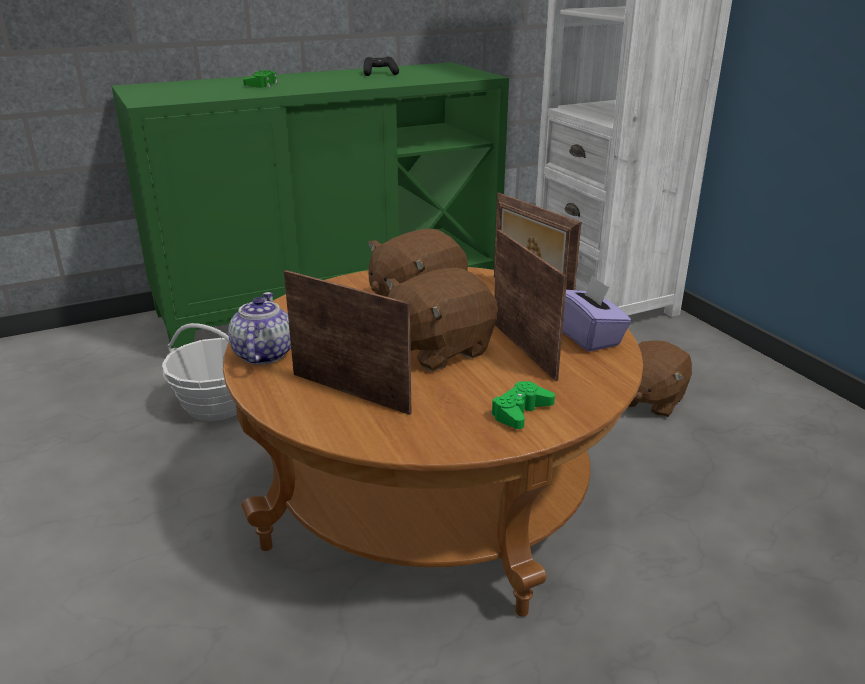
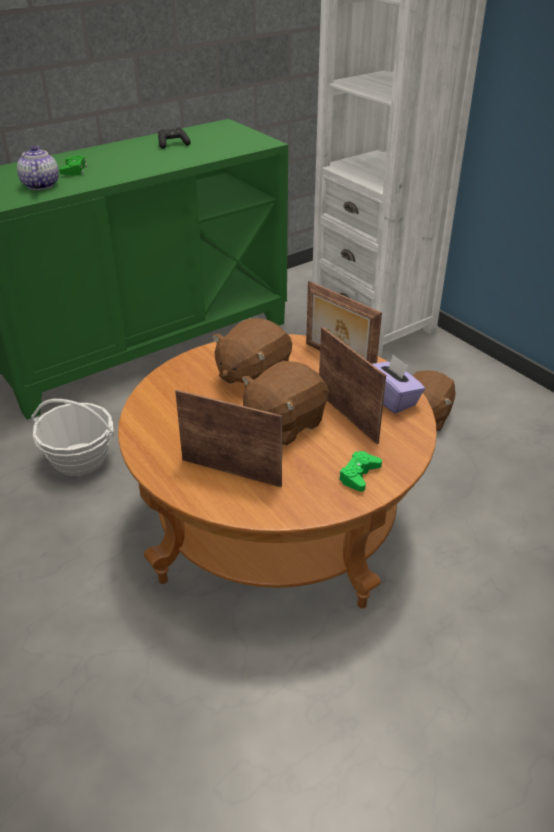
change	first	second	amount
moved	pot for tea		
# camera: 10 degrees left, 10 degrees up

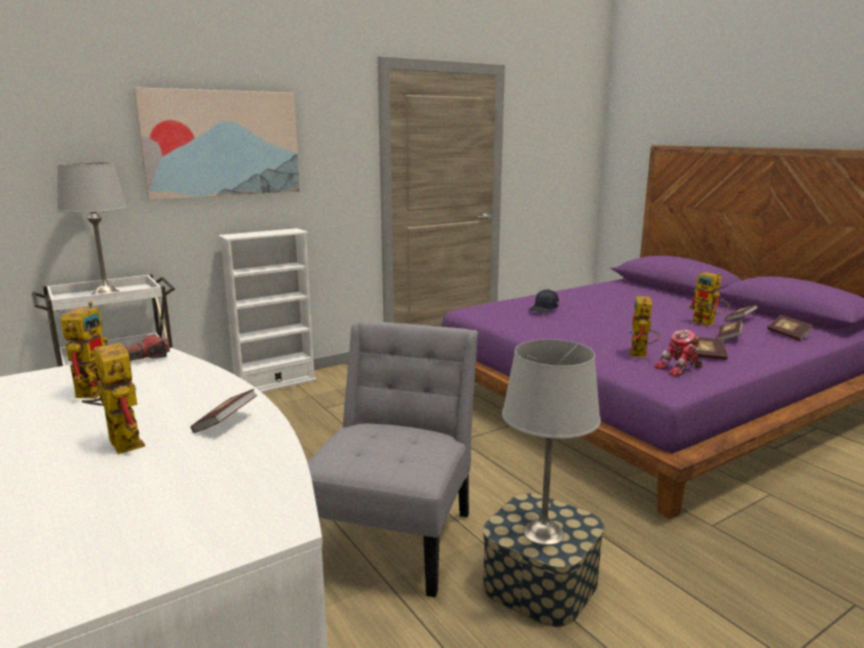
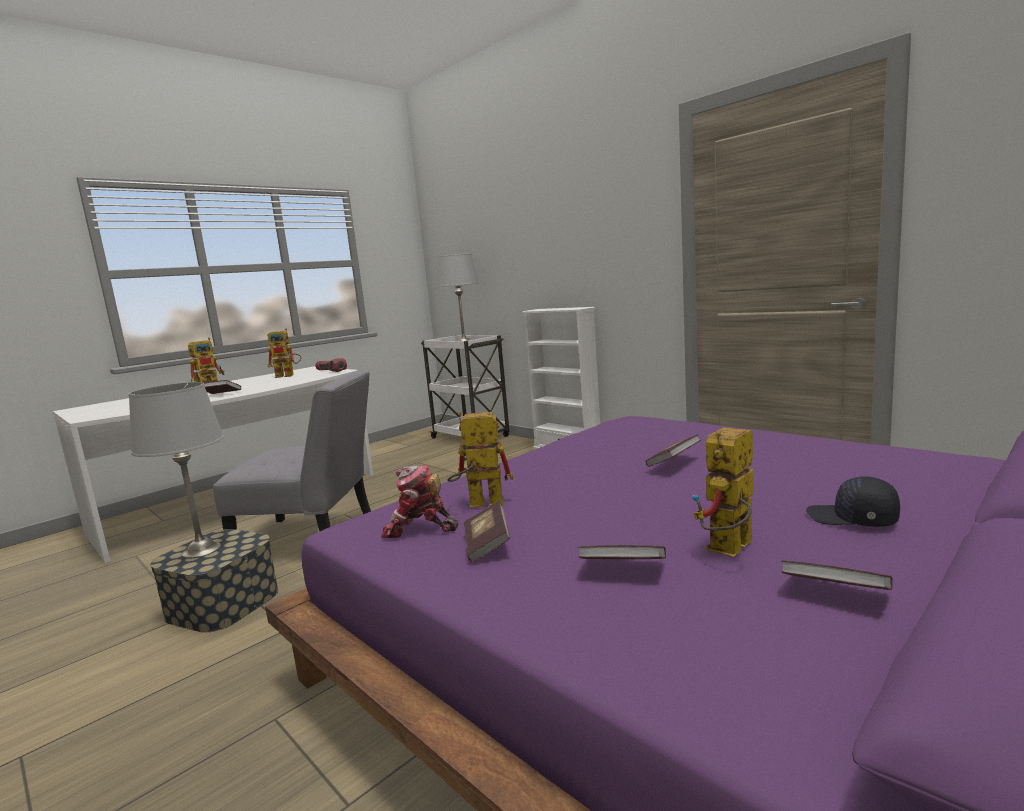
change	first	second	amount
removed	wall art		
moved	peaked cap (black-coloured)		
moved	bound book (5th from left in the first image)	bound book (4th from left)	
turned	robot figure (4th from left in the first image)	robot figure (3rd from left)	45 degrees counterclockwise
# camera: 80 degrees right, 5 degrees down

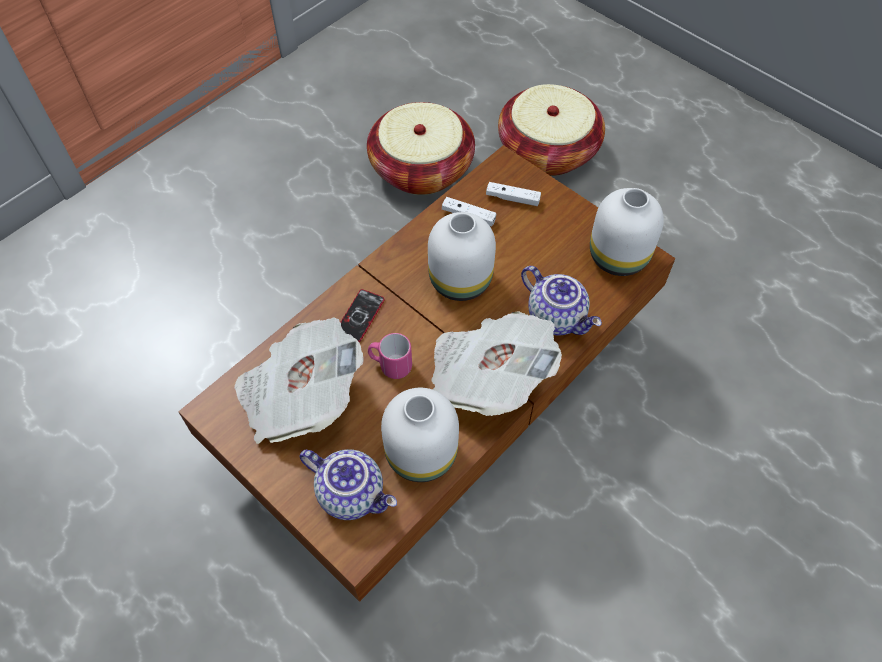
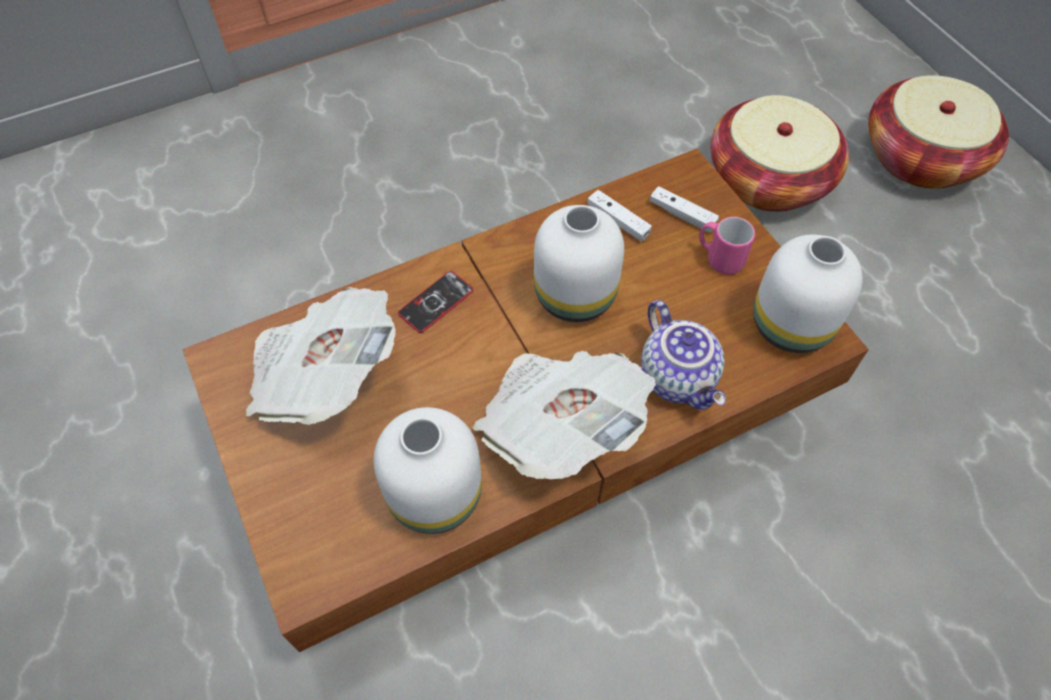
change	first	second	amount
removed	pot for tea (1st from left)		
moved	basket (1st from left in the first image)	basket (2nd from left)	
moved	mug (pink)		
# camera: 20 degrees right, 0 degrees up

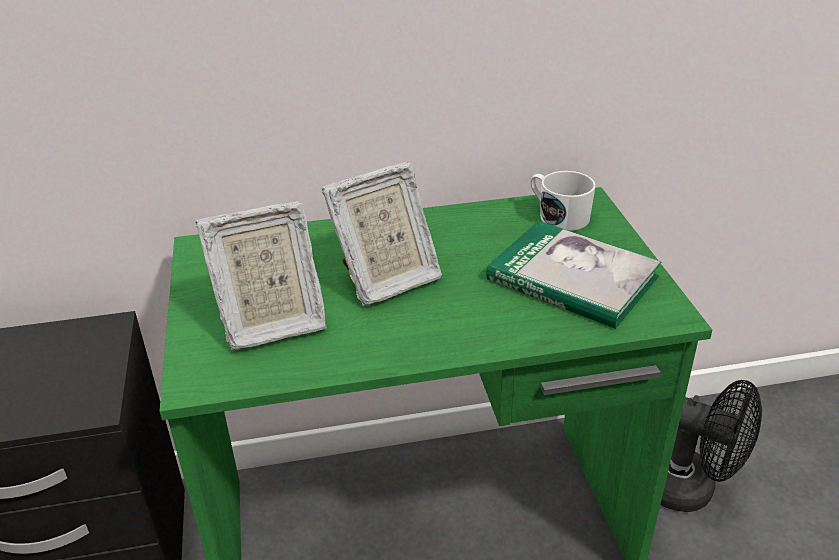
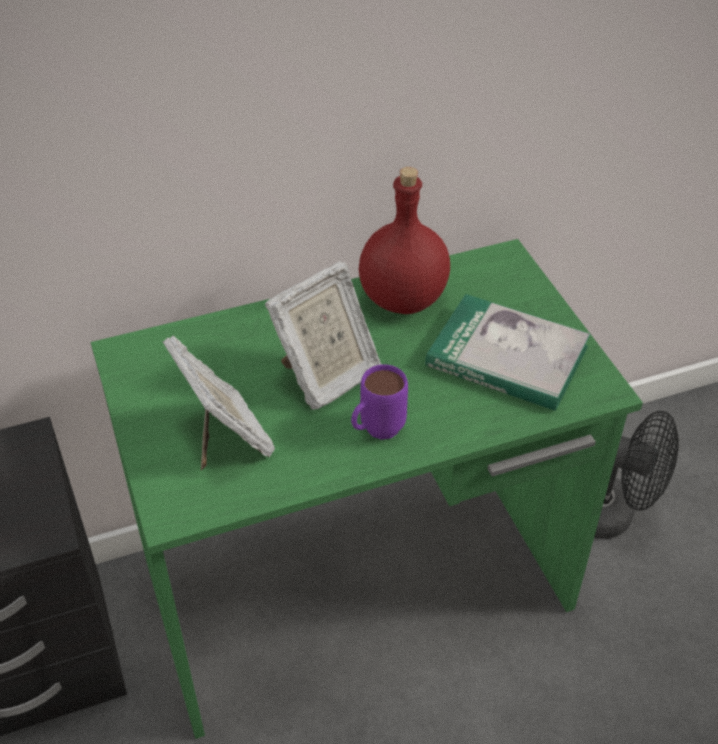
change	first	second	amount
removed	mug (whitish)		
added		mug (purple-coloured)	
added		beverage bottle (reddish)	
turned	standing frame (1st from left)		90 degrees counterclockwise
# camera: 10 degrees left, 10 degrees up

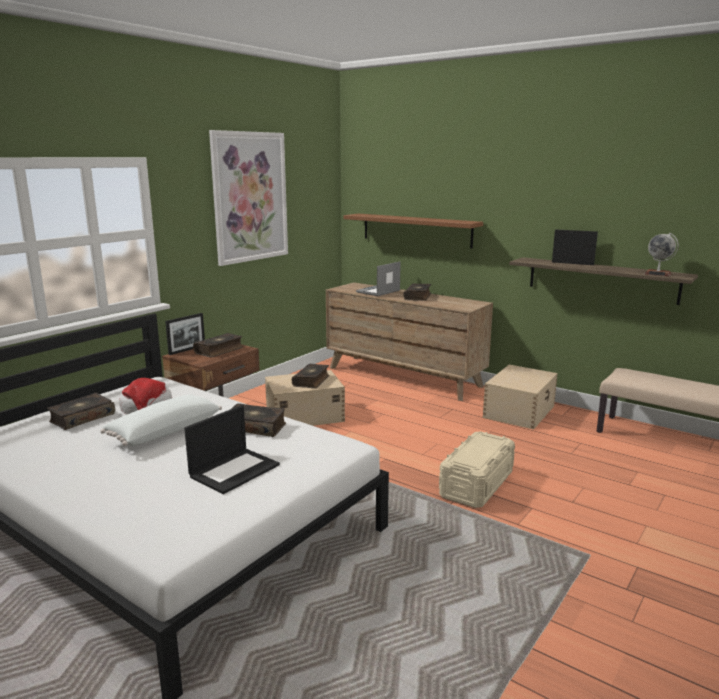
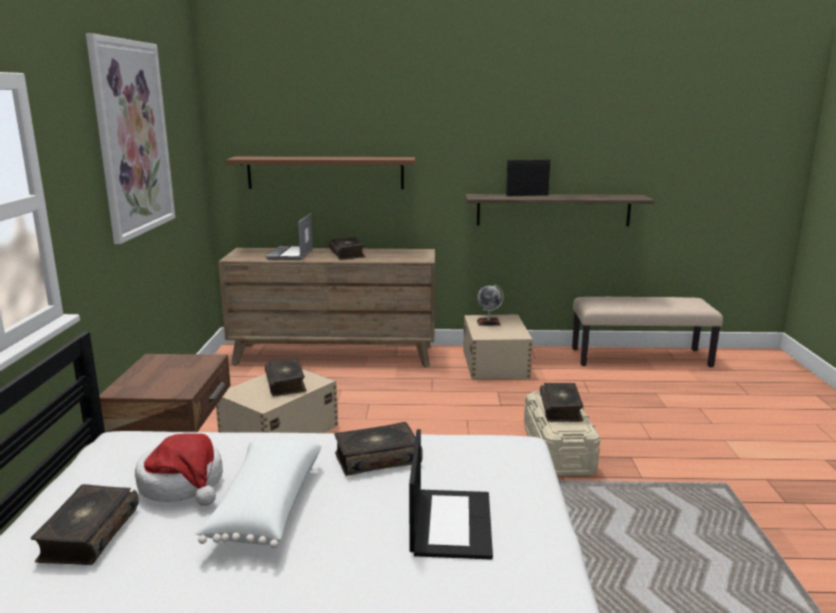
change	first	second	amount
removed	standing frame (1st from left)		
moved	bound book (2nd from left in the first image)	bound book (5th from left)	
moved	desk globe		
# camera: 35 degrees left, 0 degrees up

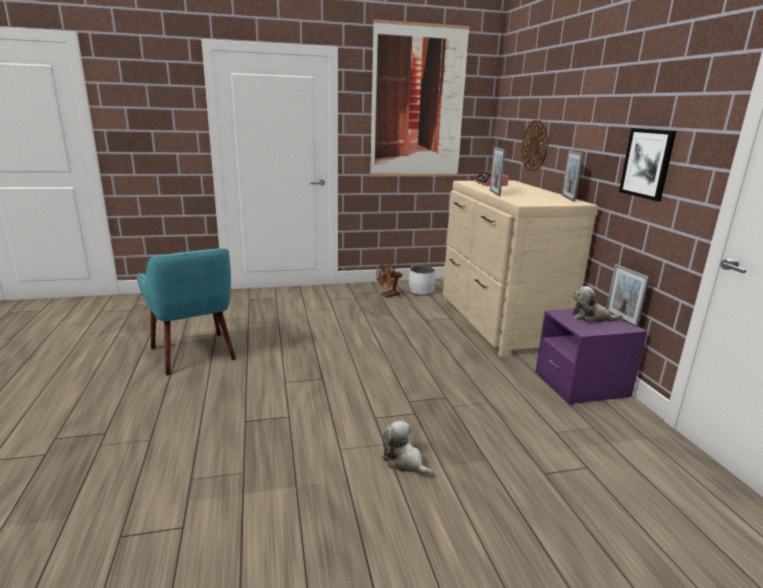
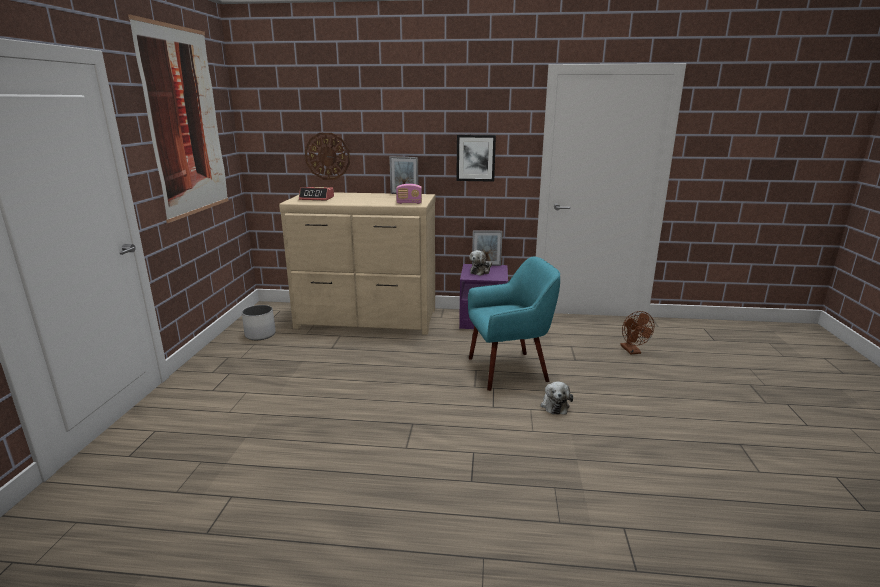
change	first	second	amount
removed	standing frame (1st from left)		
added		radio set	
moved	lounge chair (turquoise-coloured)		
moved	electric fan (brown)		
turned	cuddly toy (1st from left in the first image)	cuddly toy (2nd from left)	60 degrees counterclockwise
# camera: 70 degrees left, 0 degrees up

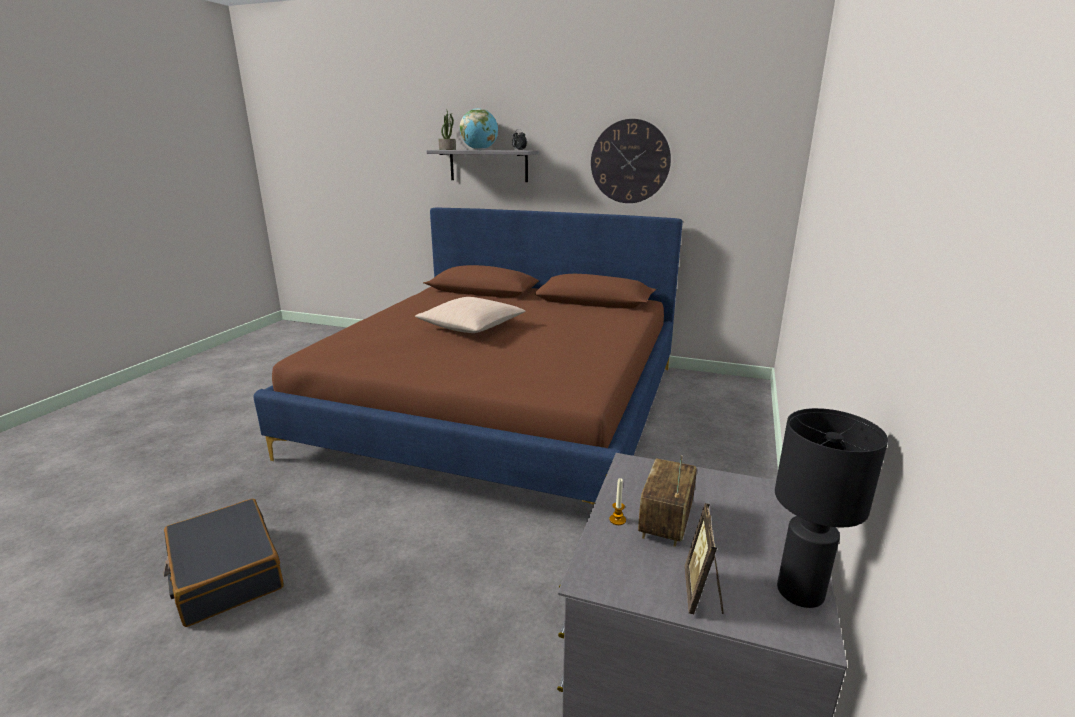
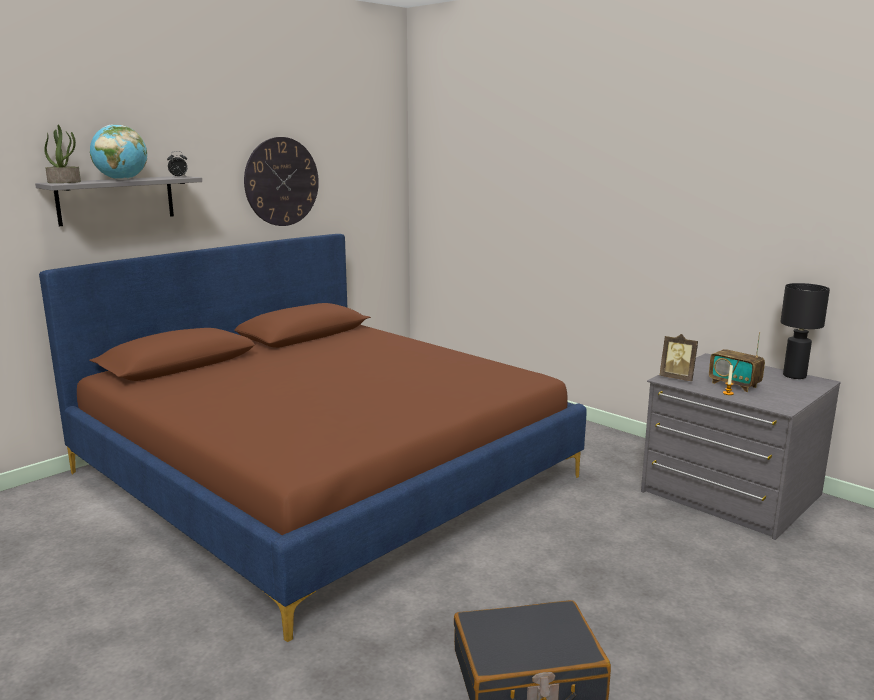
change	first	second	amount
removed	cushion (sand-coloured)		
moved	standing frame		
# camera: 65 degrees left, 5 degrees down

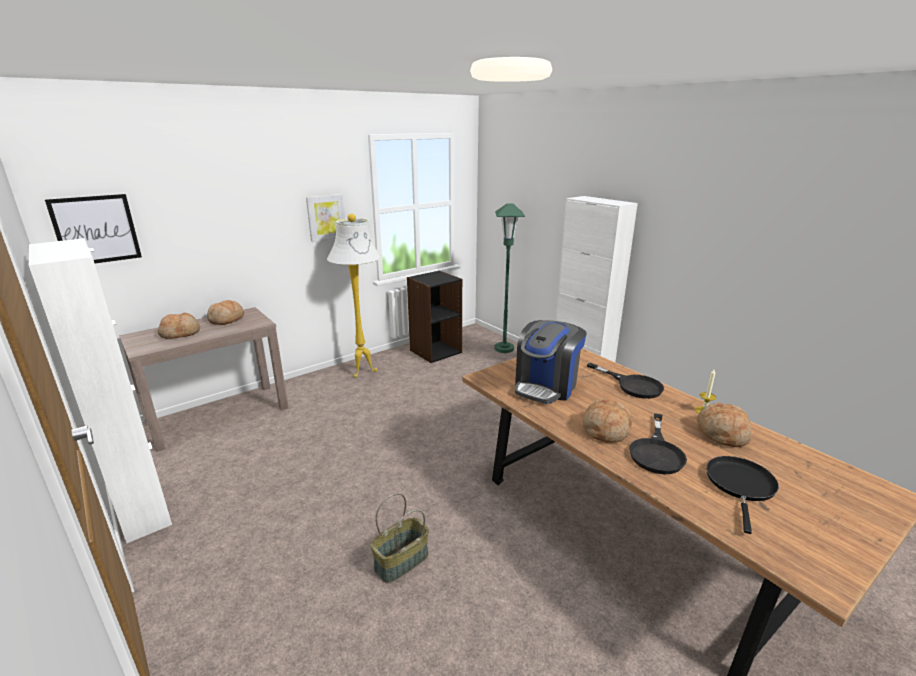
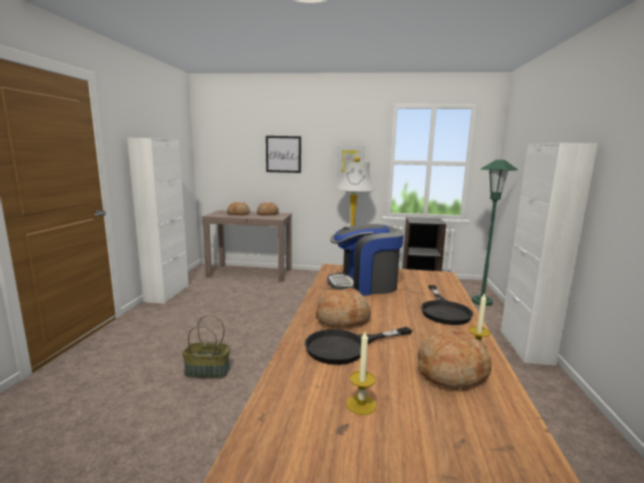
change	first	second	amount
moved	wall art (1st from left)		
replaced	frying pan (black-coloured) (3rd from left)	candle (1st from left)	
# camera: 45 degrees right, 10 degrees down

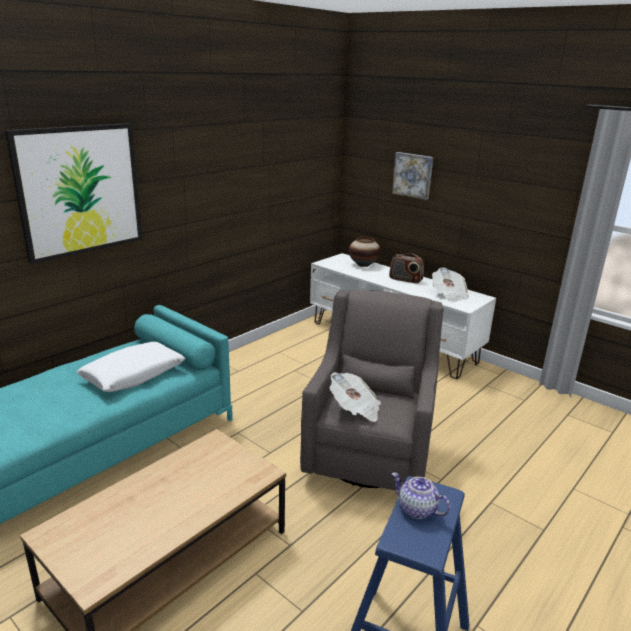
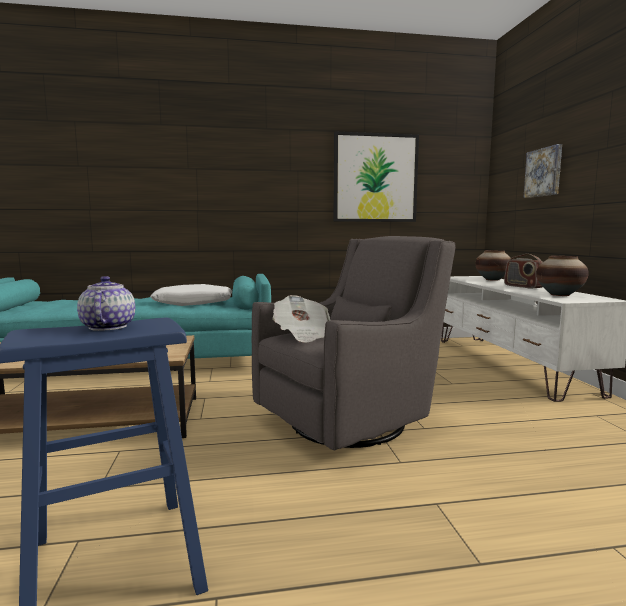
change	first	second	amount
moved	wall art (1st from left)		
replaced	newspaper (2nd from left)	decorative vase (2nd from left)	
# camera: 40 degrees right, 15 degrees down

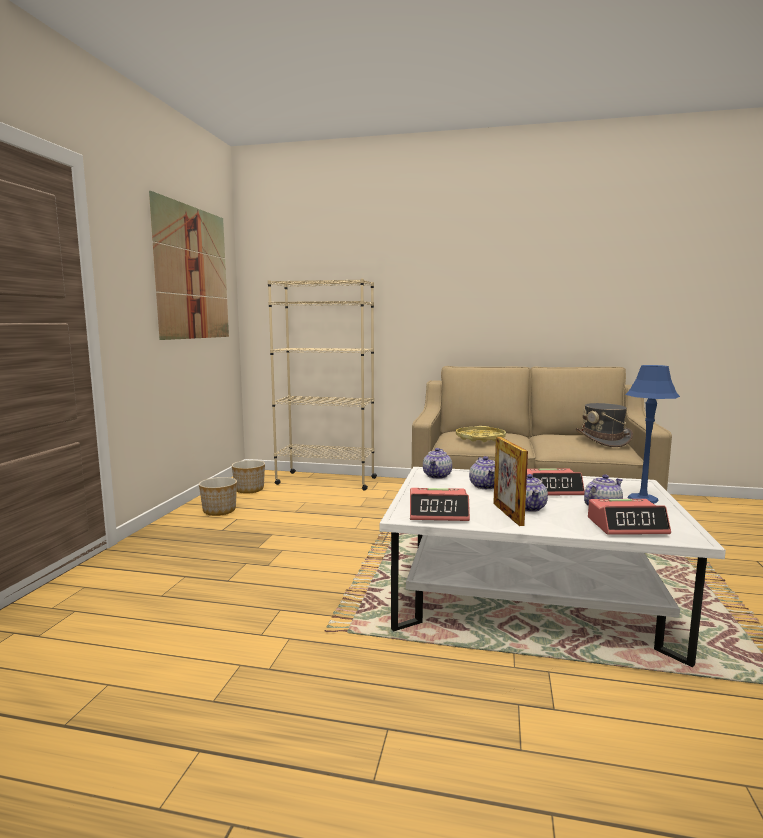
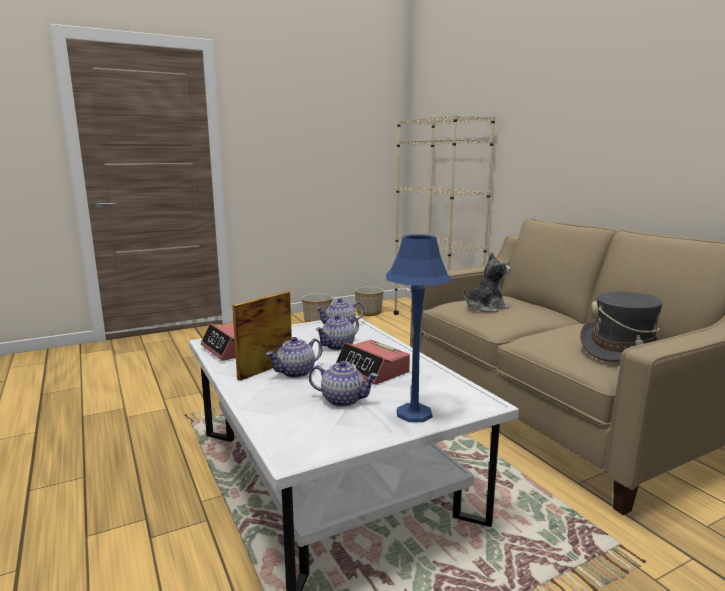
change	first	second	amount
removed	wall art		
removed	bedside clock (3rd from left)		
replaced	carrying tray (yellowish)	cuddly toy	
# camera: 50 degrees right, 5 degrees up

